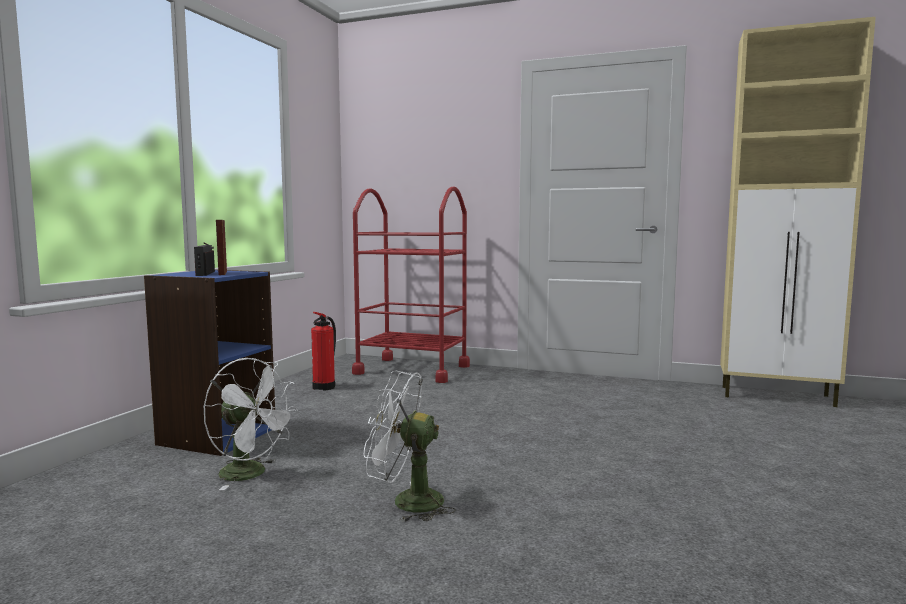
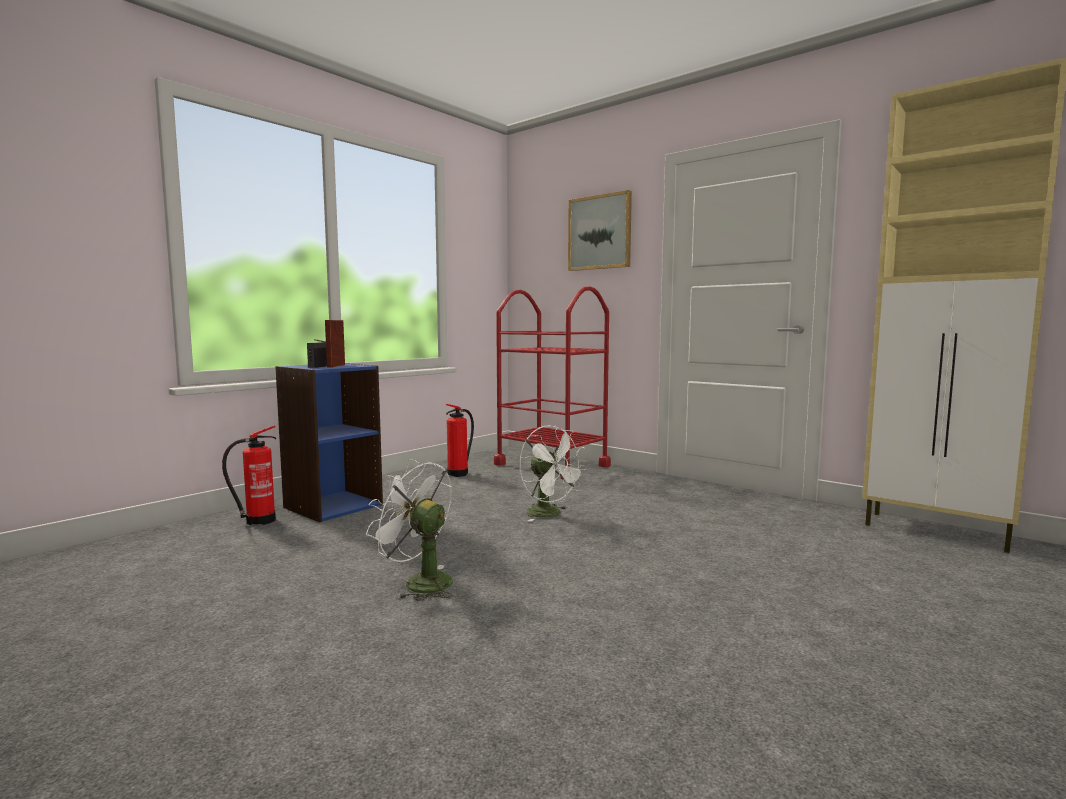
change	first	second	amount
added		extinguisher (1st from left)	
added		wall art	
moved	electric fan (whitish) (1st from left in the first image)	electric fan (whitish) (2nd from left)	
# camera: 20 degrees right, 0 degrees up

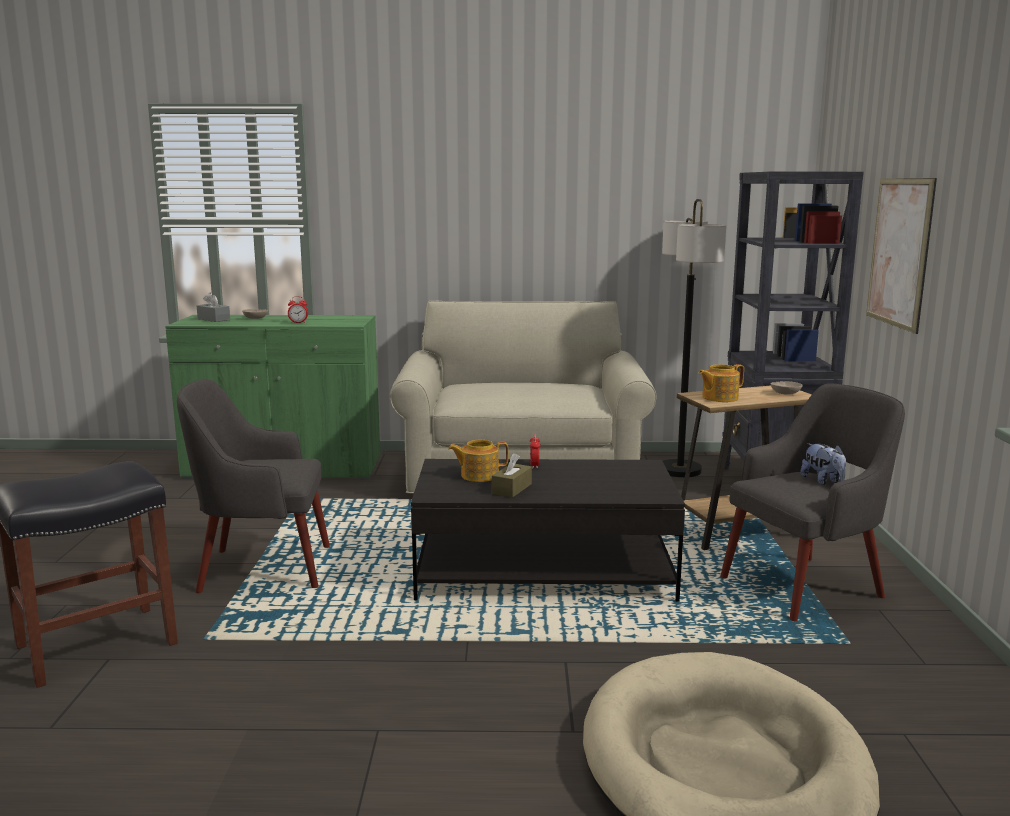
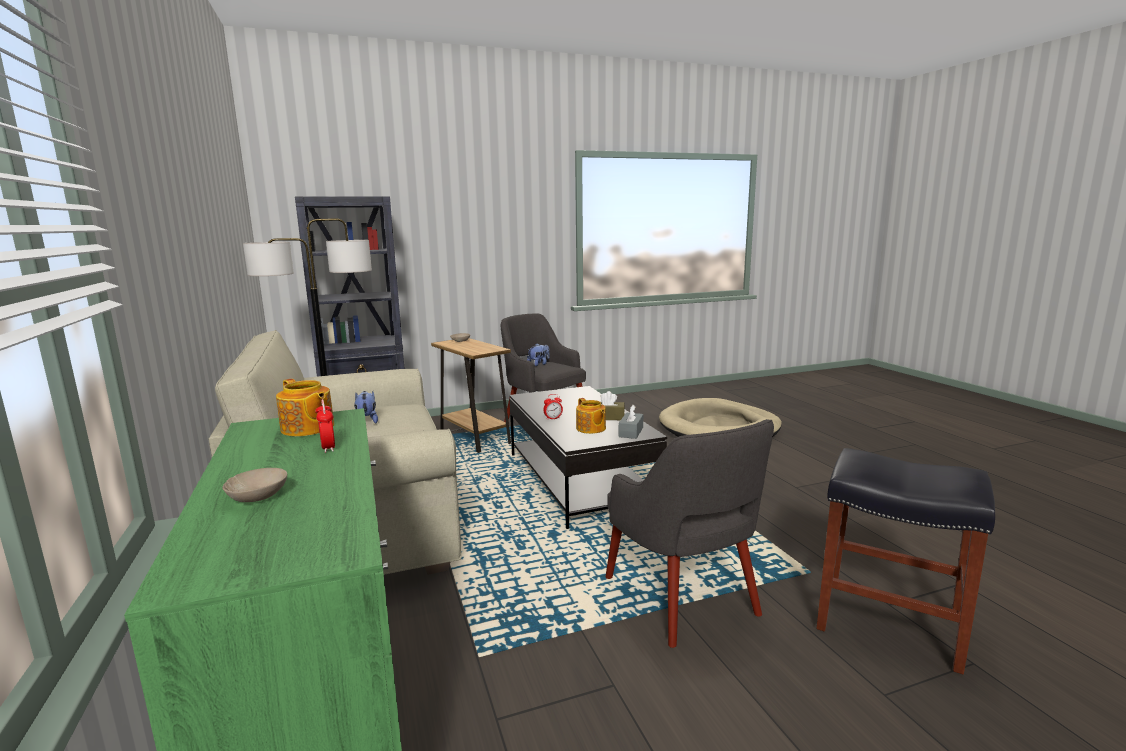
change	first	second	amount
removed	wall art		
added		cuddly toy (1st from left)	
moved	tissue box (grey)		
moved	pot for tea (2nd from left in the first image)	pot for tea (1st from left)	
# camera: 110 degrees left, 0 degrees up

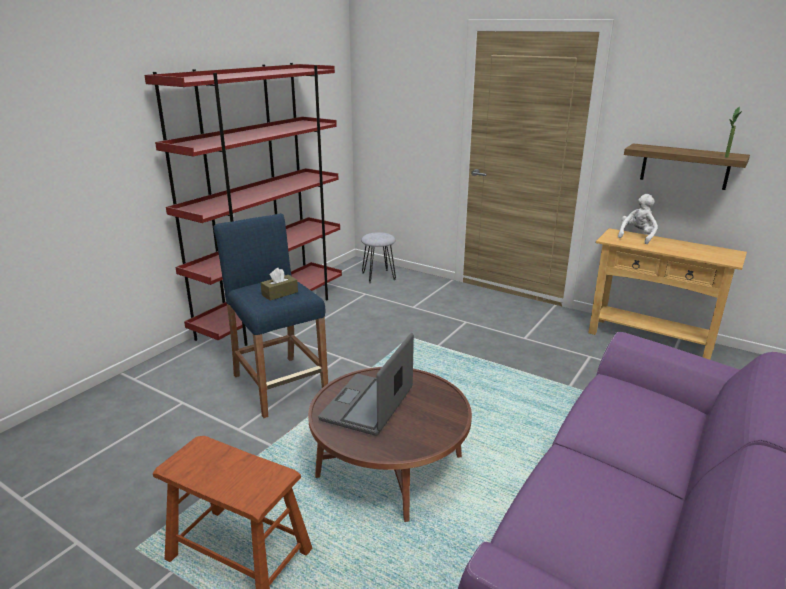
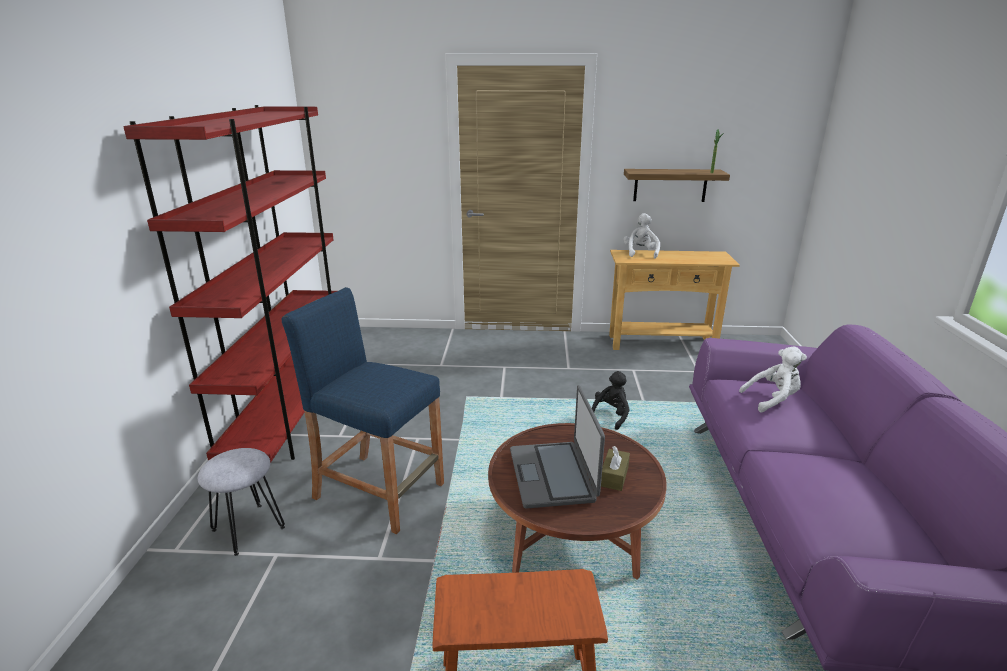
change	first	second	amount
added		cuddly toy (black-coloured)	
added		cuddly toy (whitish) (2nd from left)	
moved	tissue box (brown)		
moved	sitting stool (grey)		
# camera: 30 degrees left, 0 degrees up

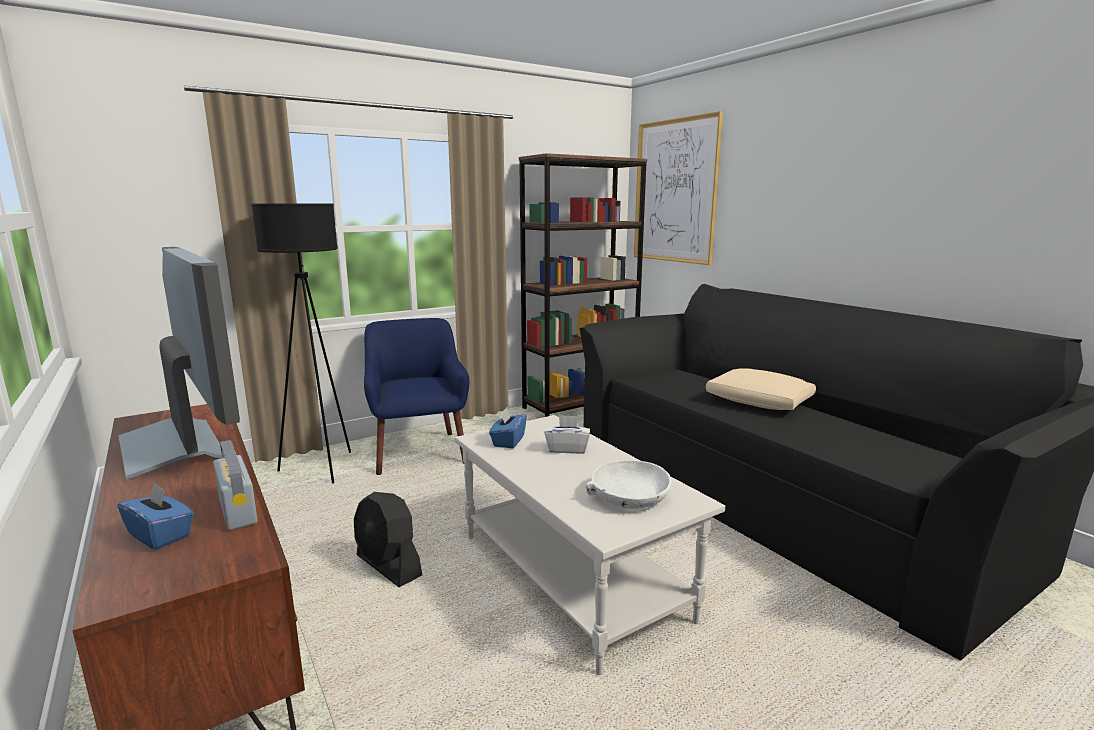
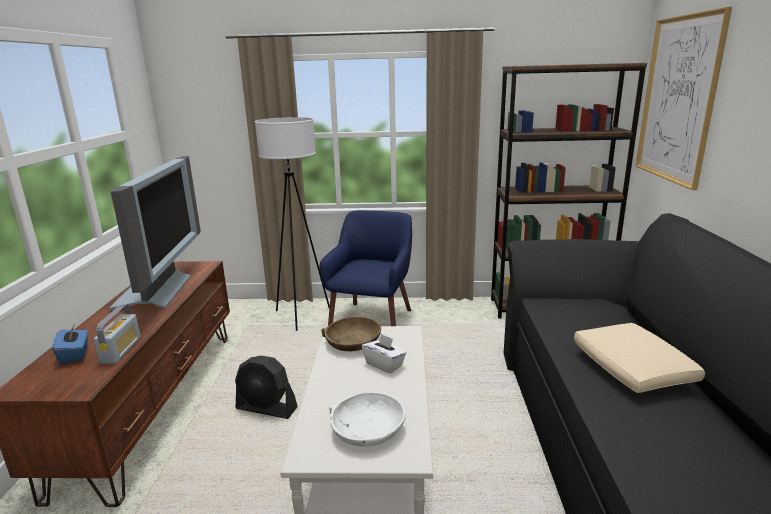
change	first	second	amount
replaced	tissue box (bluish) (2nd from left)	bowl (brown)	
recoloured	floor lamp (black-coloured)	floor lamp (whitish)	
turned	electric fan (black-coloured)		60 degrees counterclockwise
# camera: 35 degrees right, 5 degrees up

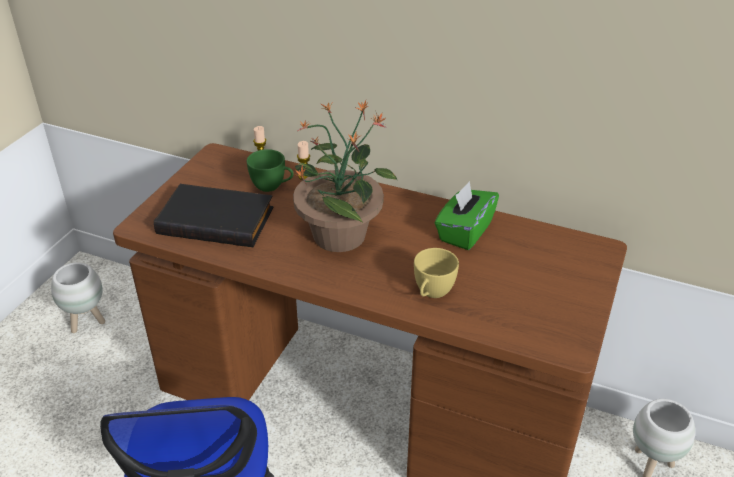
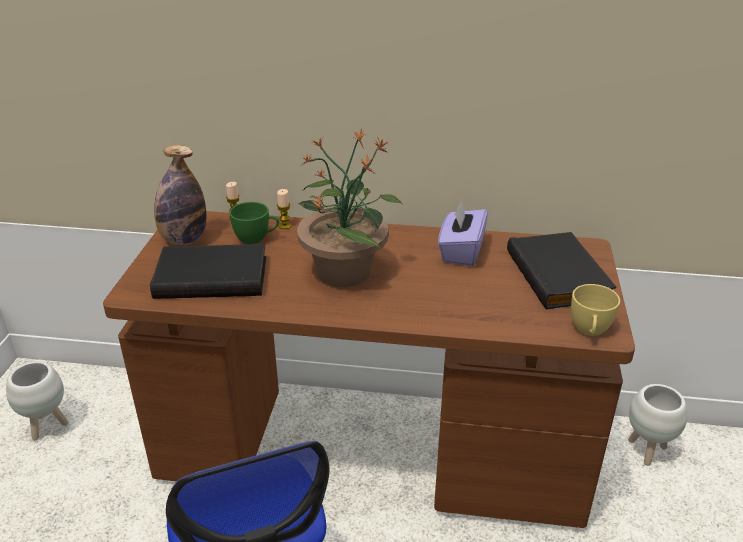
change	first	second	amount
added		beverage bottle	
added		bound book (black-coloured) (2nd from left)	
moved	drinking cup (yellowish)		
recoloured	tissue box (green)	tissue box (purple-coloured)	
# camera: 15 degrees left, 5 degrees down

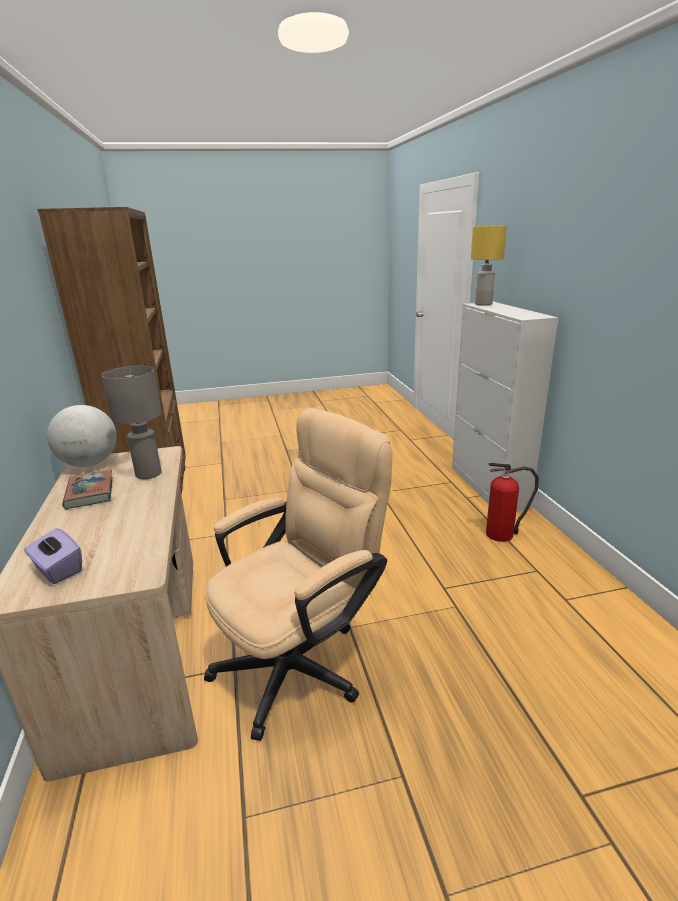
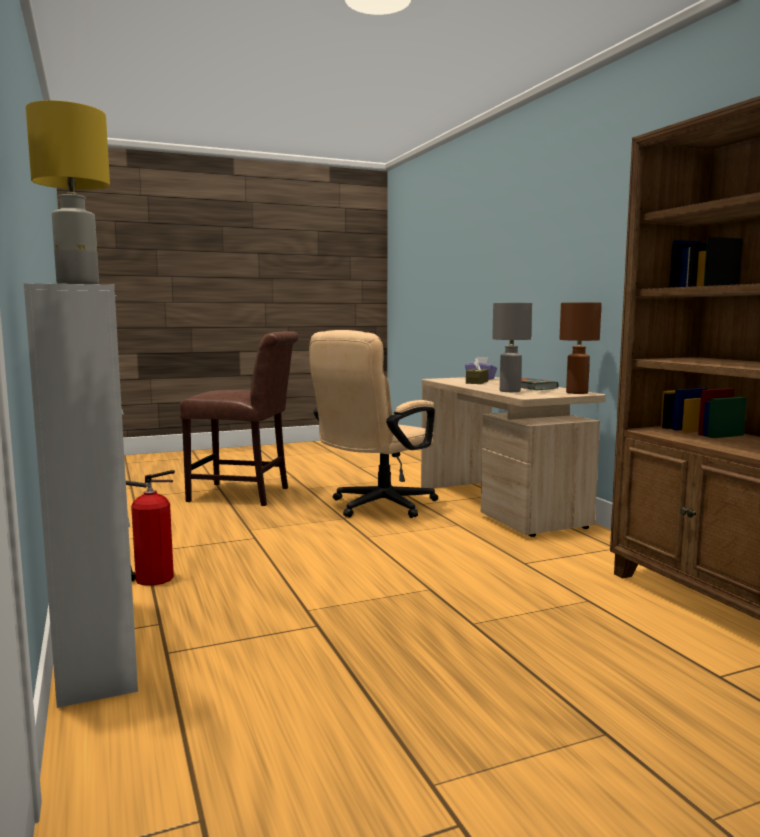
change	first	second	amount
added		upright chair (brown)	
added		tissue box (brown)	
replaced	desk globe	lamp for a table (brown)	
# camera: 170 degrees right, 15 degrees down

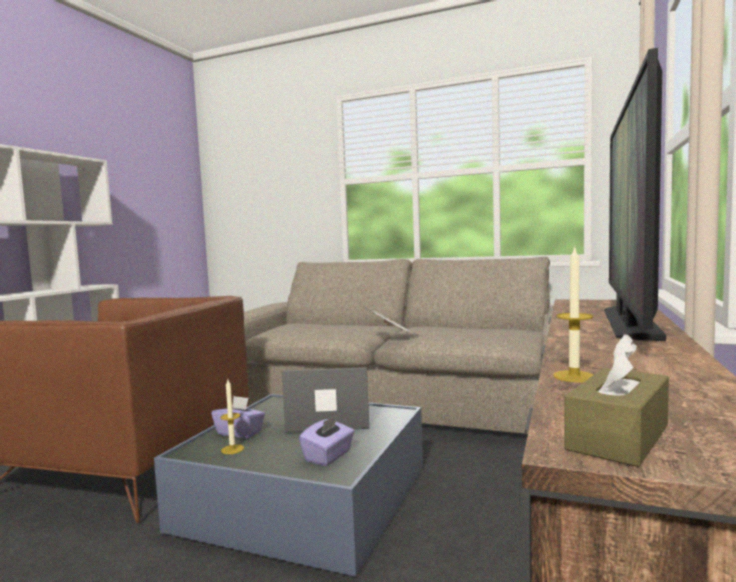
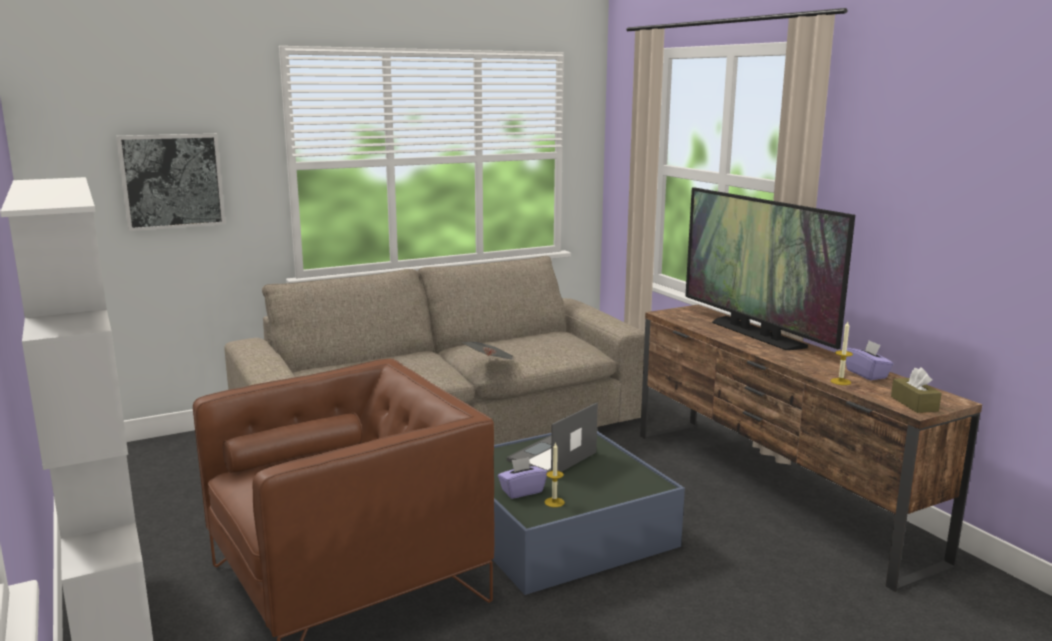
change	first	second	amount
added		wall art	
moved	tissue box (purple-coloured) (2nd from left)		
# camera: 50 degrees left, 10 degrees up

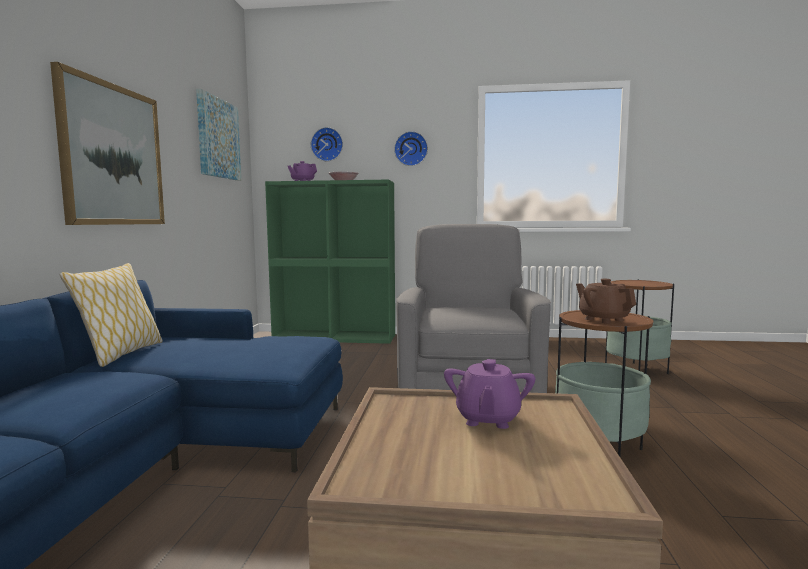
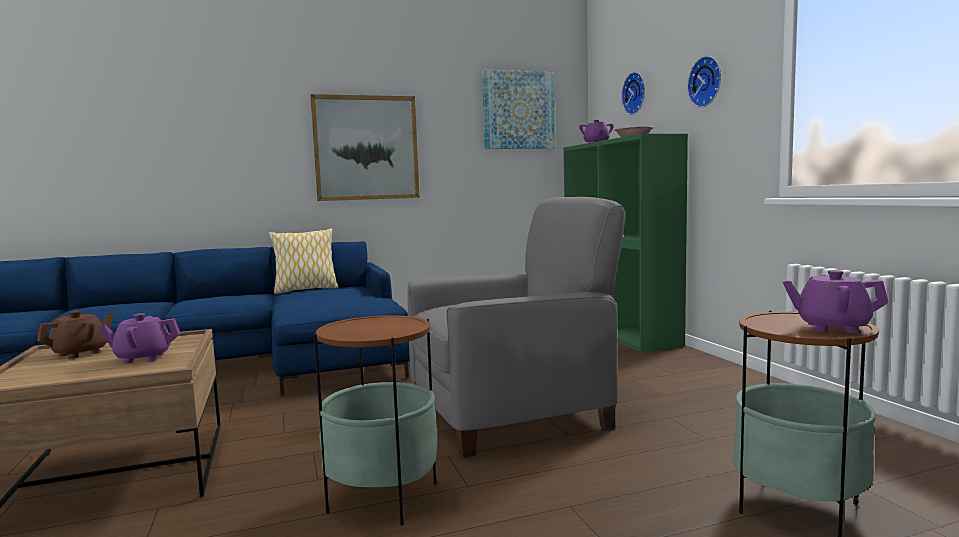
change	first	second	amount
added		pot for tea (purple-coloured) (3rd from left)	
moved	pot for tea (brown)		
# camera: 65 degrees right, 0 degrees up

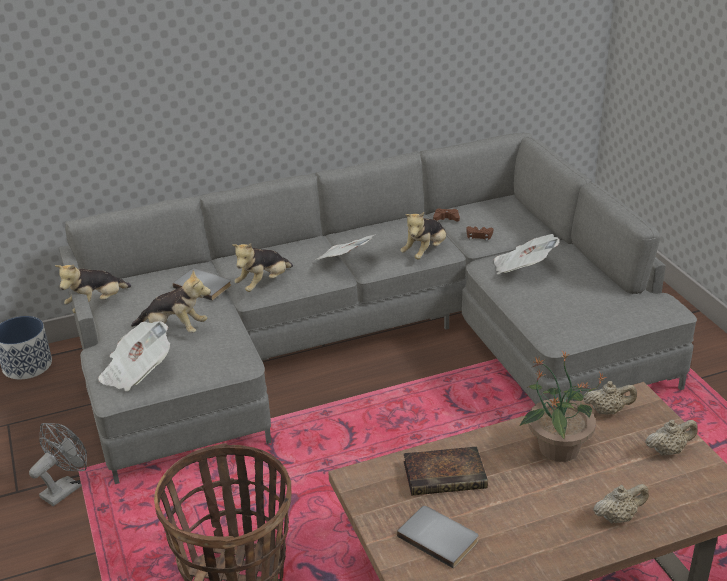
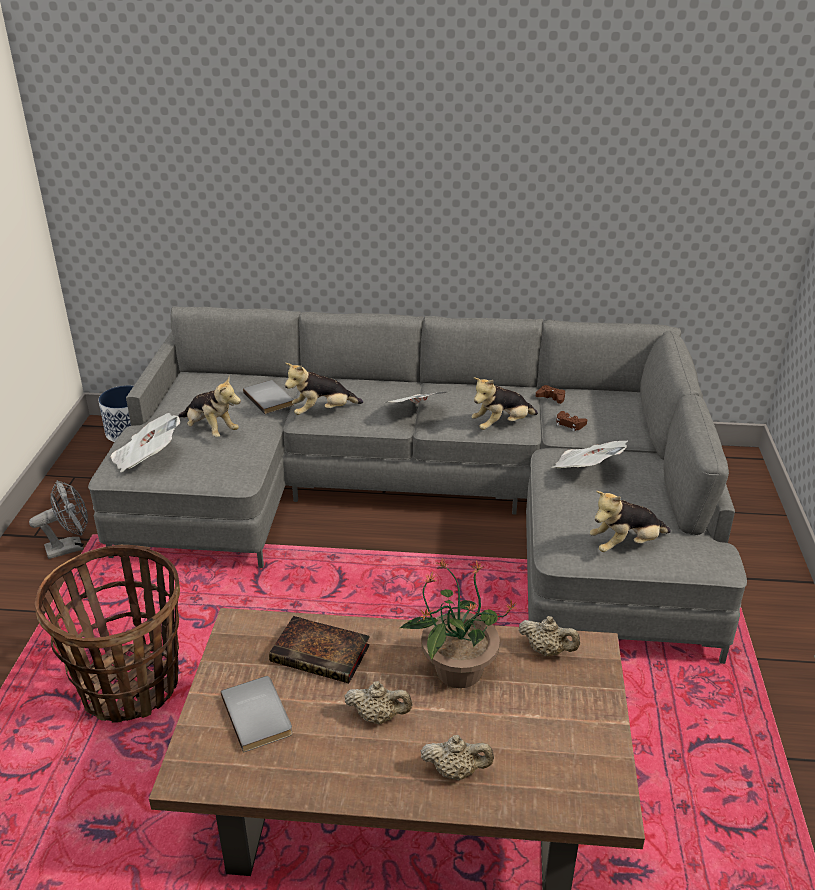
change	first	second	amount
moved	cuddly toy (1st from left in the first image)	cuddly toy (4th from left)	
moved	pot for tea (sand-coloured) (3rd from left in the first image)	pot for tea (sand-coloured) (1st from left)	
# camera: 25 degrees right, 0 degrees up

